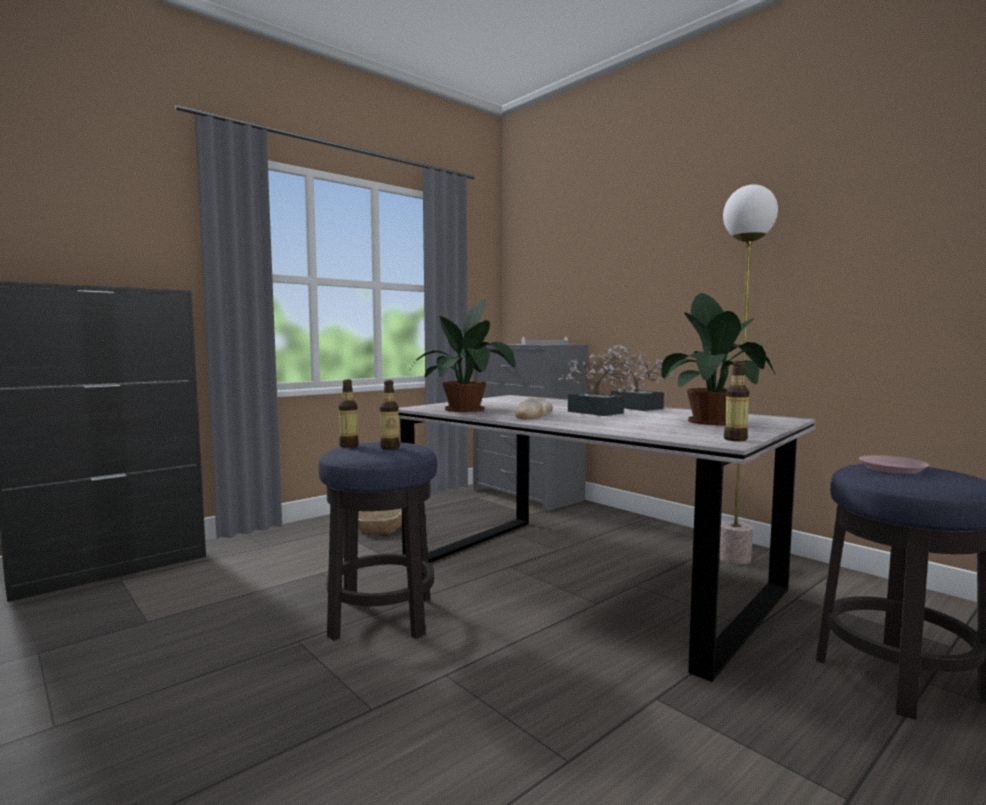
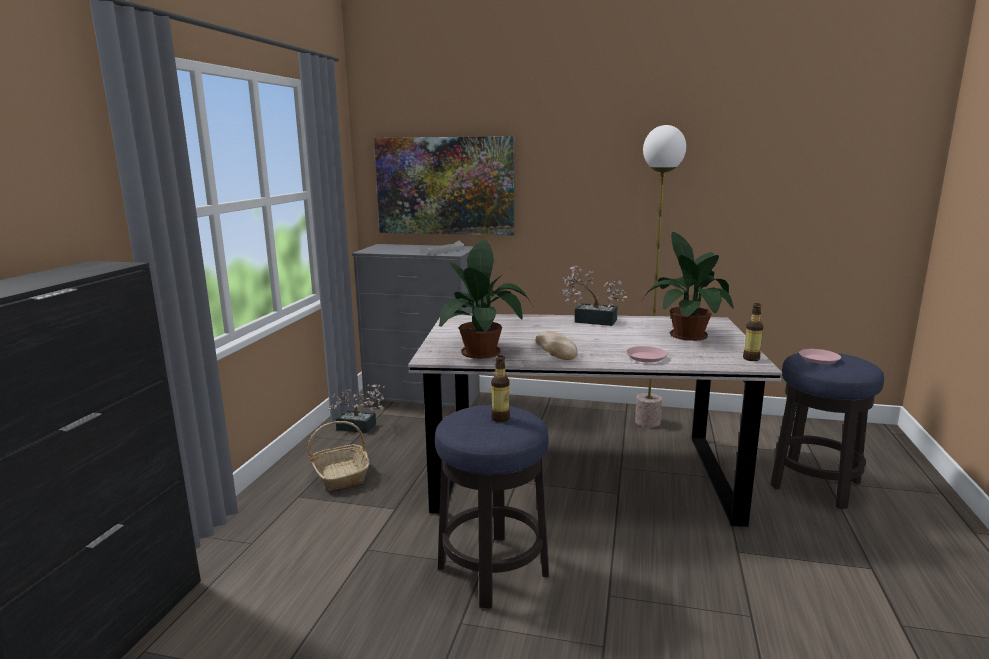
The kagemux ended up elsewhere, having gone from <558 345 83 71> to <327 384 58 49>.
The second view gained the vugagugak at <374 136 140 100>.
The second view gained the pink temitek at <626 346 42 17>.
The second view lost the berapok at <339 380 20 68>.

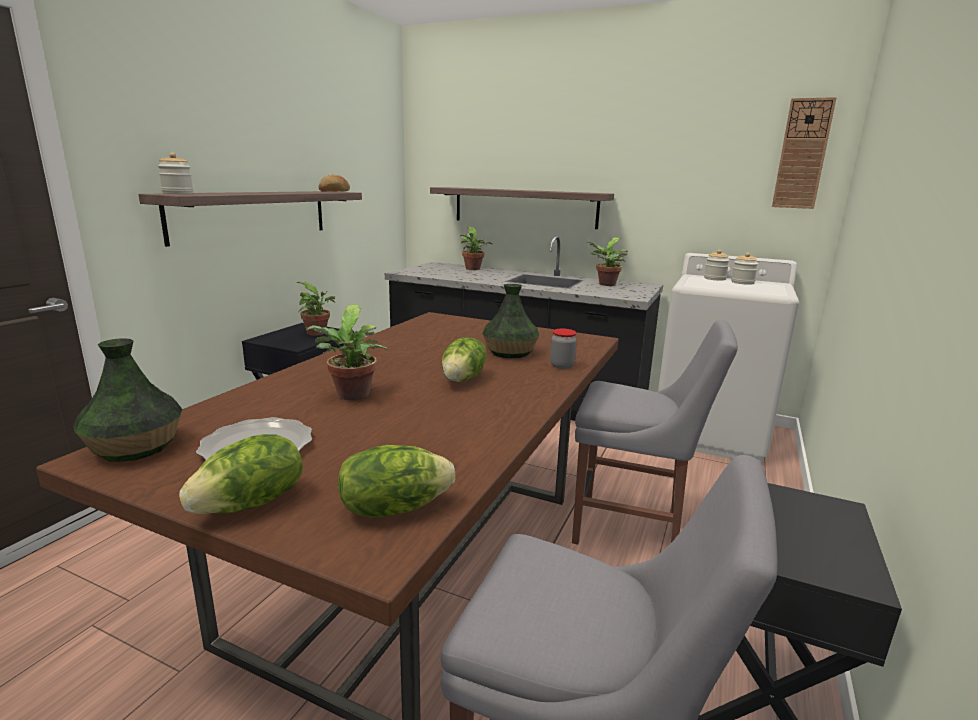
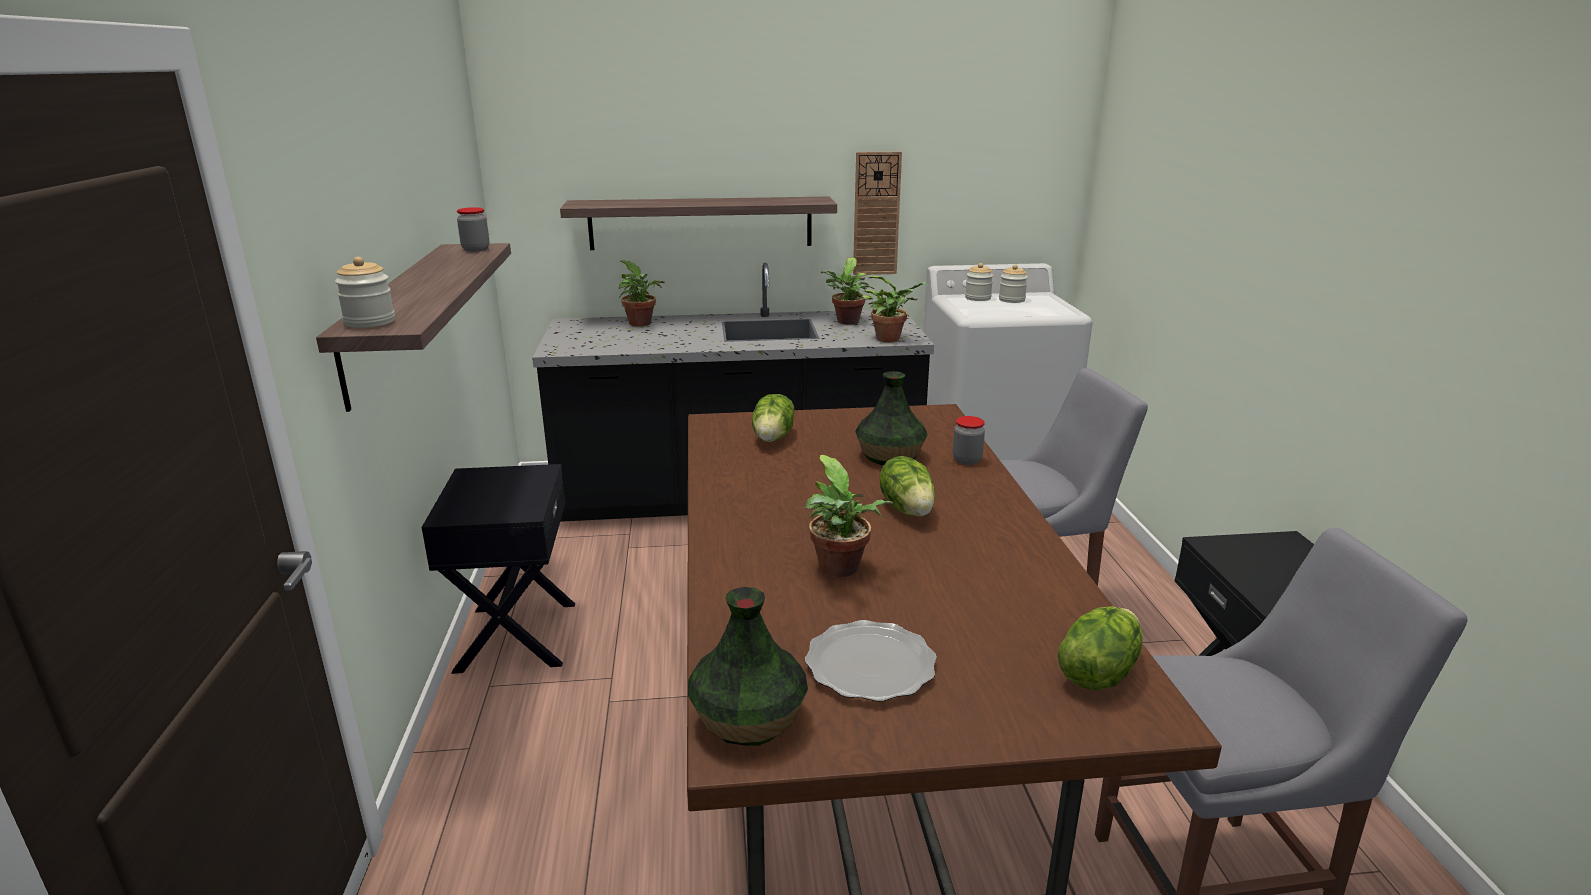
Where the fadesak stood at <318 175 32 17>, the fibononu came to stand at <457 207 32 45>.
The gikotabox ended up elsewhere, having gone from <179 434 124 80> to <752 394 43 48>.
The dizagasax ended up elsewhere, having gone from <772 97 65 112> to <853 151 49 124>.
The kagemux ended up elsewhere, having gone from <297 282 38 54> to <862 275 65 67>.

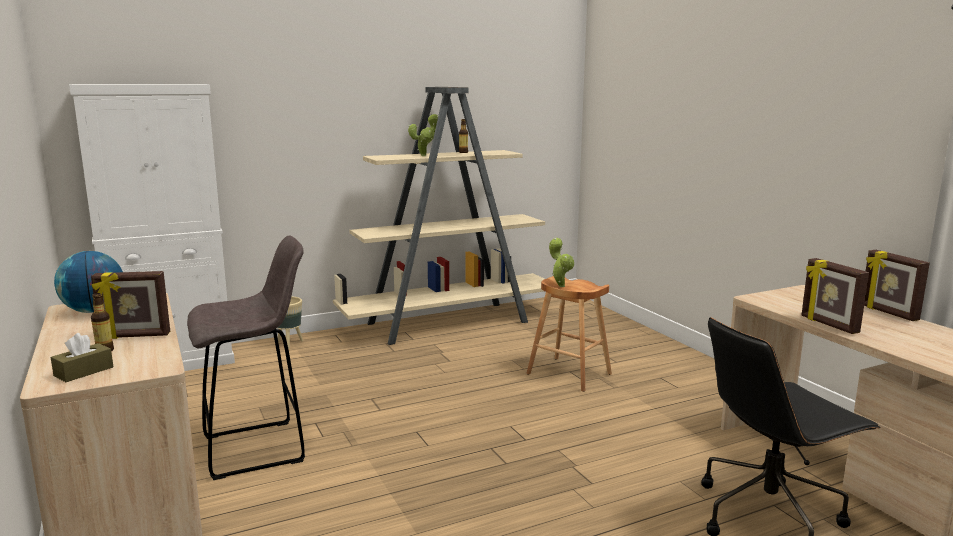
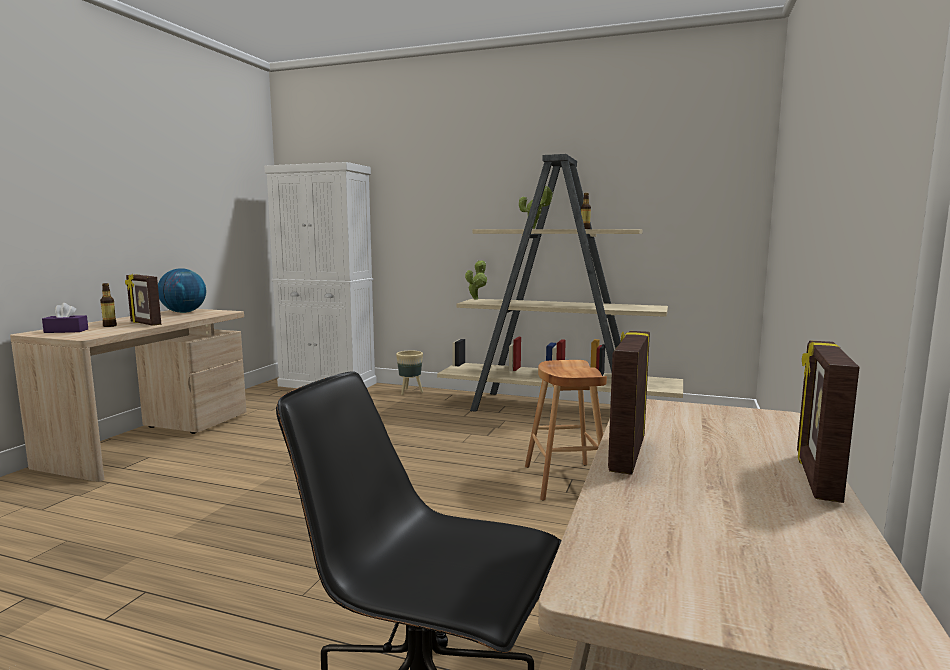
What was the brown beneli at <50 333 63 49> turned into the purple beneli at <42 303 46 30>.
The kagemux ended up elsewhere, having gone from <549 238 26 49> to <465 260 22 40>.
The second view lost the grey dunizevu at <187 236 118 244>.

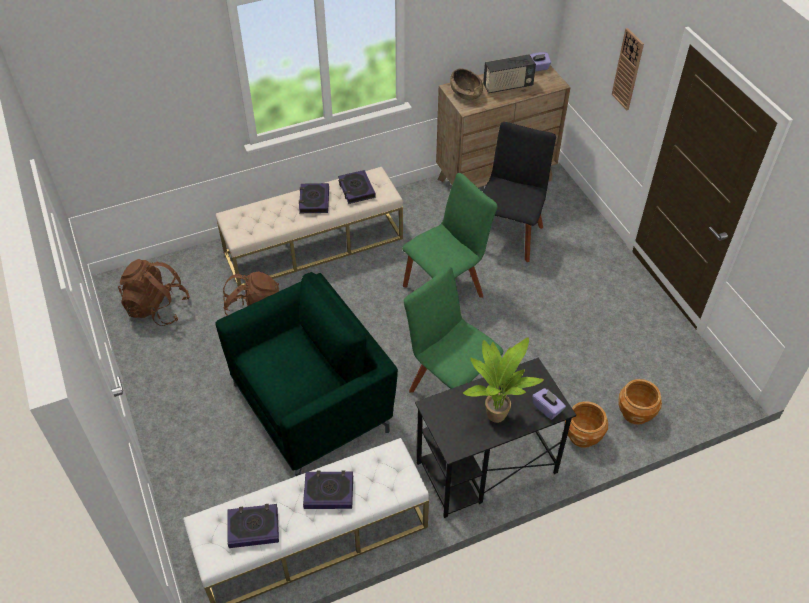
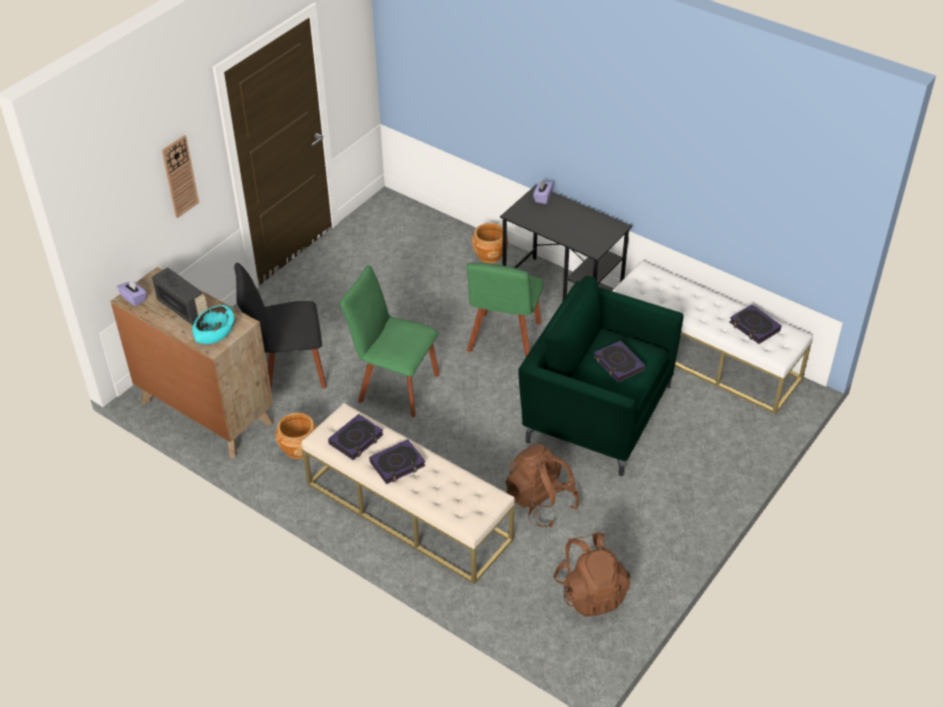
What was the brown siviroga at <450 68 33 32> turned into the turquoise siviroga at <192 305 43 39>.
The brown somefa ended up elsewhere, having gone from <619 379 43 46> to <275 413 42 46>.
The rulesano ended up elsewhere, having gone from <303 470 50 39> to <594 340 51 42>.
The second view lost the kagemux at <463 337 81 86>.

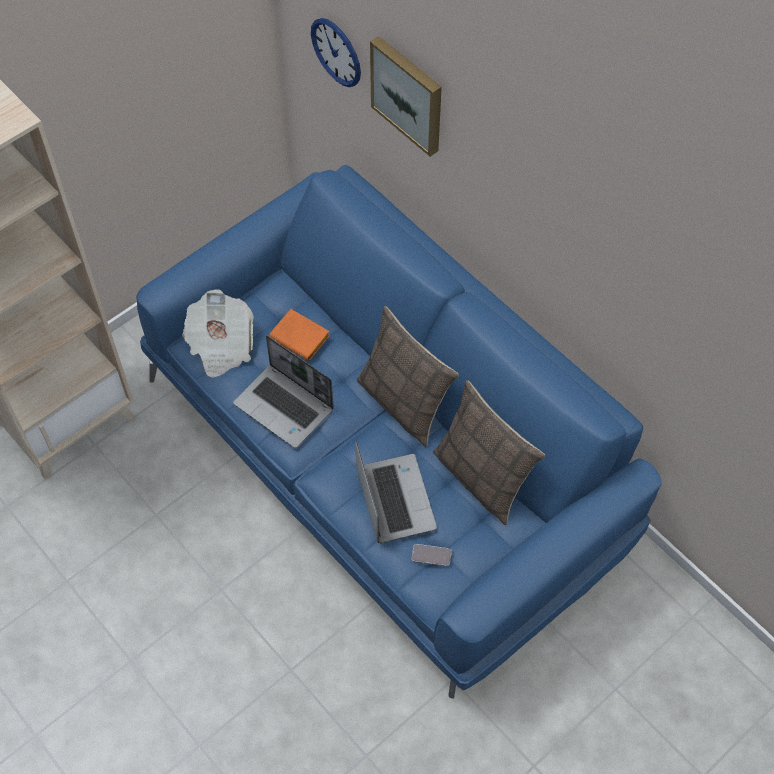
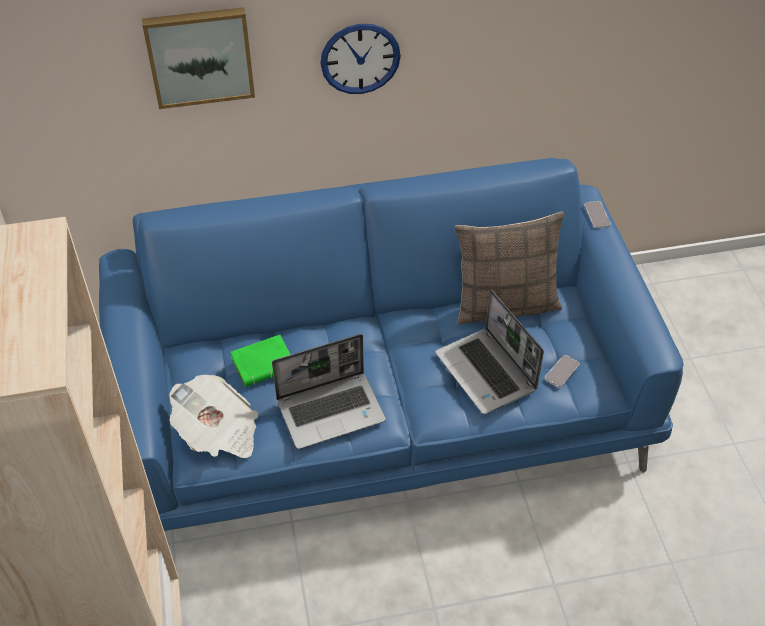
What was the orange rulesano at <269 309 61 52> turned into the green rulesano at <230 335 61 52>.
The dizagasax ended up elsewhere, having gone from <311 18 50 69> to <320 24 81 70>.
The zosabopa at <355 440 82 104> ended up facing another way, 135 degrees counterclockwise from before.
The second view gained the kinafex at <584 201 27 27>.
The second view lost the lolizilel at <357 306 102 141>.

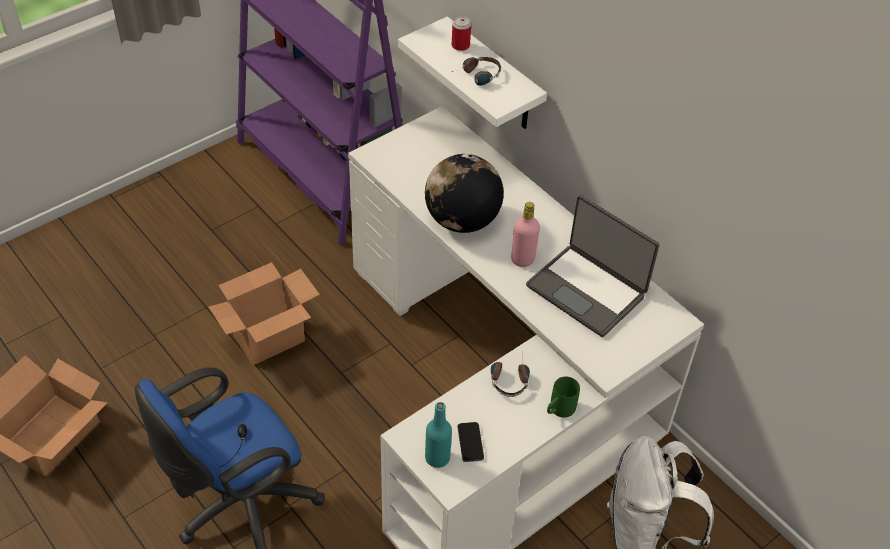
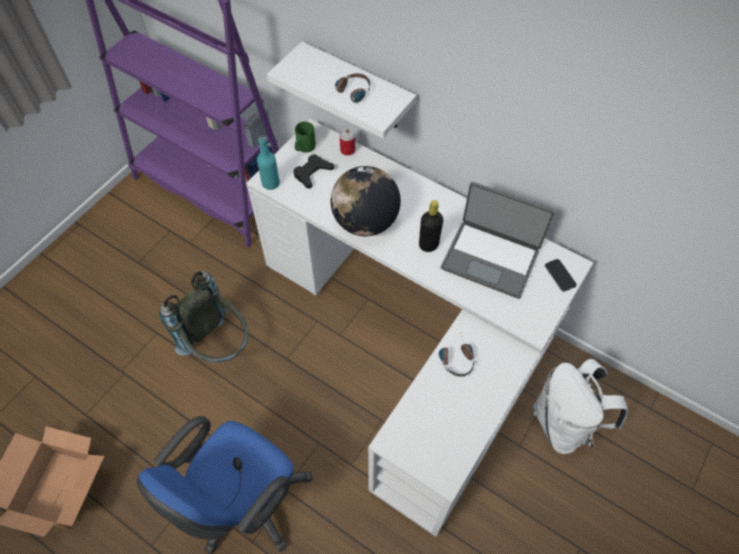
Where the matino stood at <209 262 111 103>, the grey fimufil came to stand at <159 271 89 91>.
The turquoise berapok ended up elsewhere, having gone from <425 402 27 66> to <257 136 23 54>.
The second view gained the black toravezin at <293 154 41 35>.
The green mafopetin ended up elsewhere, having gone from <547 376 33 42> to <295 121 21 32>.
The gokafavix ended up elsewhere, having gone from <452 16 19 35> to <340 128 15 28>.
What was the pink berapok at <511 202 29 65> turned into the black berapok at <419 200 24 52>.
The kinafex ended up elsewhere, having gone from <457 422 27 40> to <545 259 32 33>.

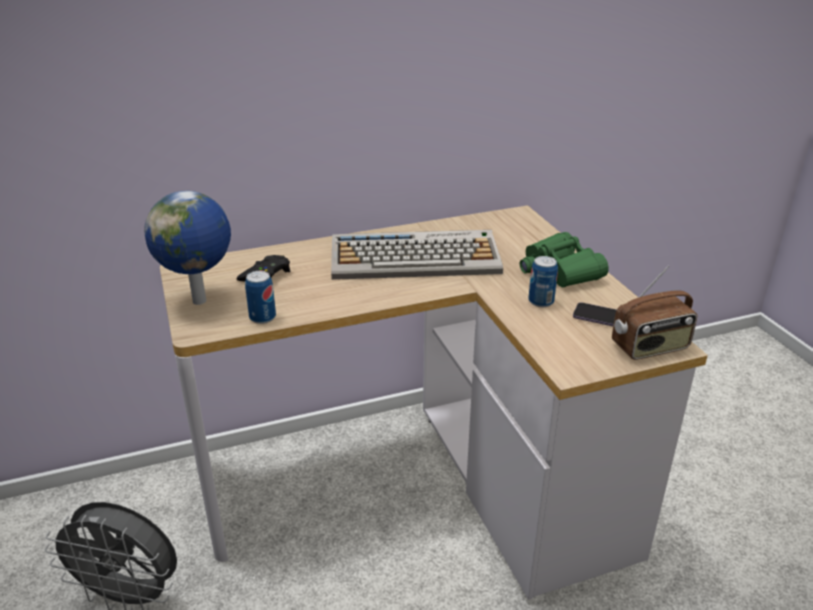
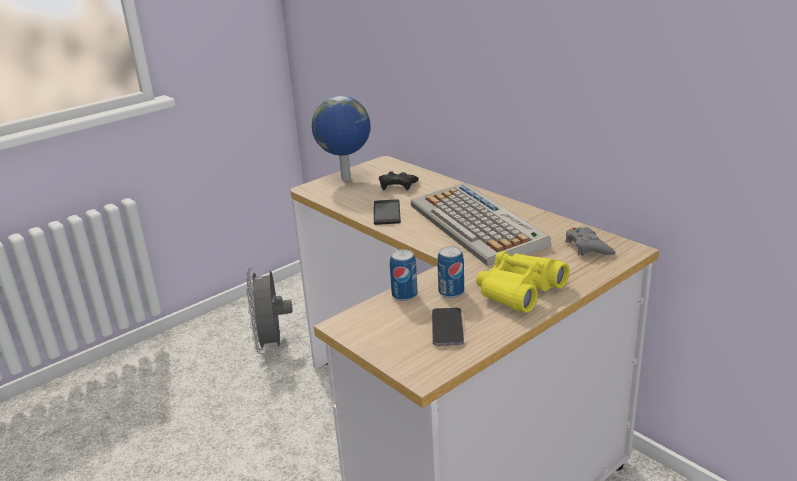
The second view gained the kinafex at <374 199 27 26>.
The gokafavix ended up elsewhere, having gone from <245 271 31 53> to <390 249 28 52>.
What was the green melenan at <520 232 89 56> turned into the yellow melenan at <476 251 94 62>.
The second view gained the grey toravezin at <565 227 51 29>.
The second view lost the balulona at <612 266 85 94>.

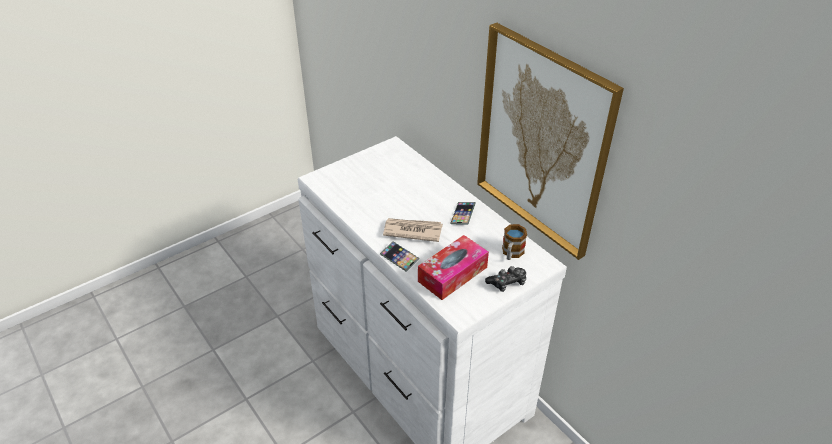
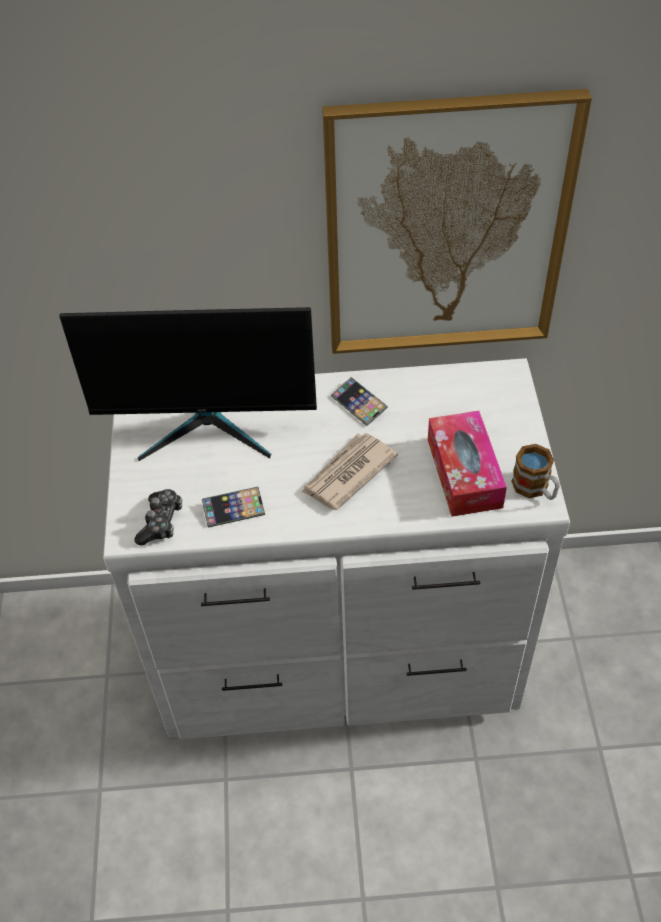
The second view gained the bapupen at <59 307 258 154>.
The toravezin ended up elsewhere, having gone from <485 266 41 26> to <134 489 48 57>.
The kinafex ended up elsewhere, having gone from <380 241 39 31> to <202 487 63 41>.
The mafopetin ended up elsewhere, having gone from <502 224 25 36> to <511 444 49 56>.

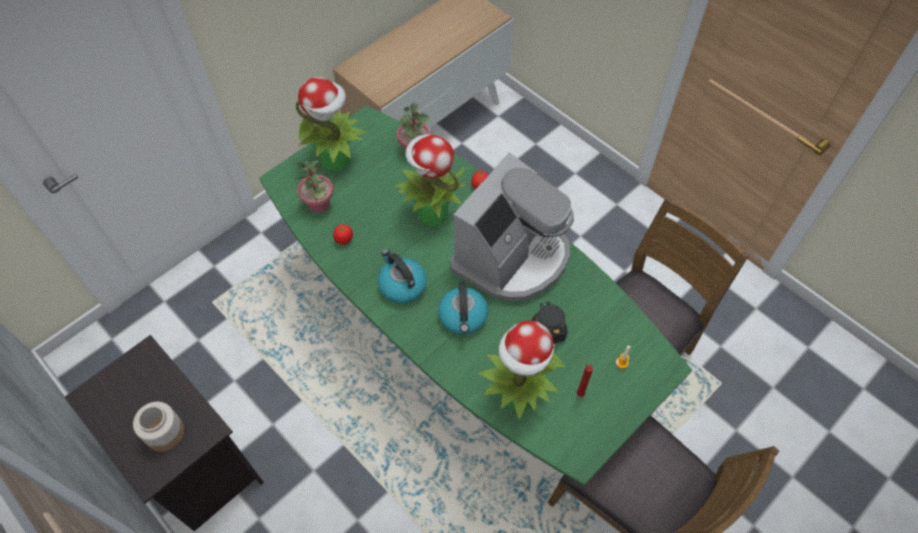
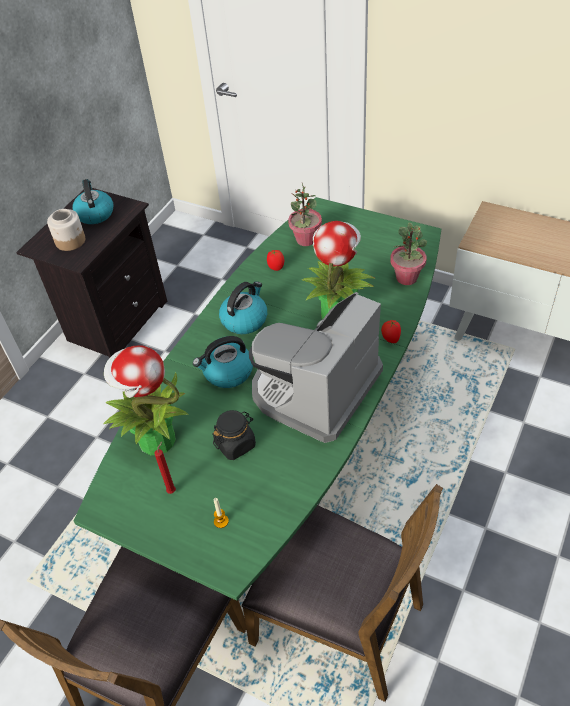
The second view gained the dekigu at <72 179 41 45>.
The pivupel at <450 153 124 148> ended up facing another way, 105 degrees clockwise from before.
The second view lost the kagemux at <296 77 70 94>.

